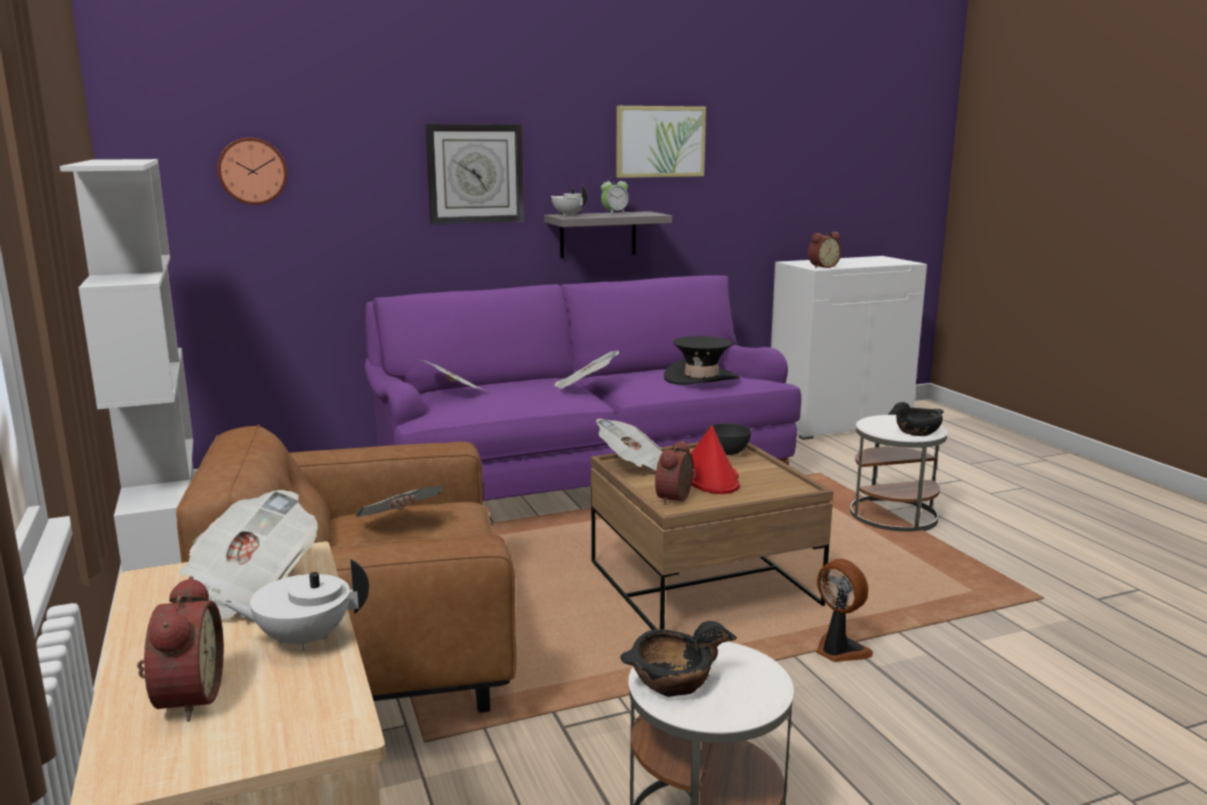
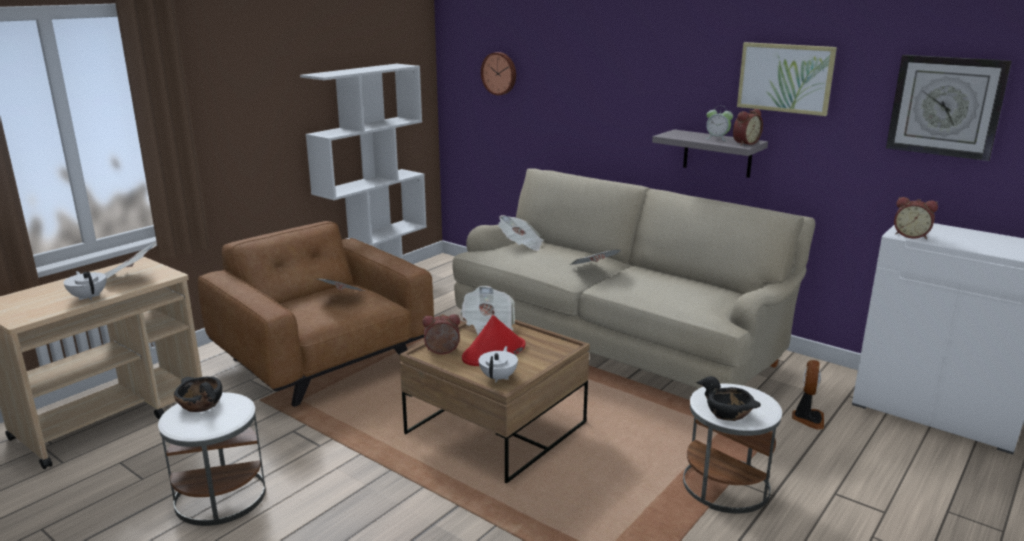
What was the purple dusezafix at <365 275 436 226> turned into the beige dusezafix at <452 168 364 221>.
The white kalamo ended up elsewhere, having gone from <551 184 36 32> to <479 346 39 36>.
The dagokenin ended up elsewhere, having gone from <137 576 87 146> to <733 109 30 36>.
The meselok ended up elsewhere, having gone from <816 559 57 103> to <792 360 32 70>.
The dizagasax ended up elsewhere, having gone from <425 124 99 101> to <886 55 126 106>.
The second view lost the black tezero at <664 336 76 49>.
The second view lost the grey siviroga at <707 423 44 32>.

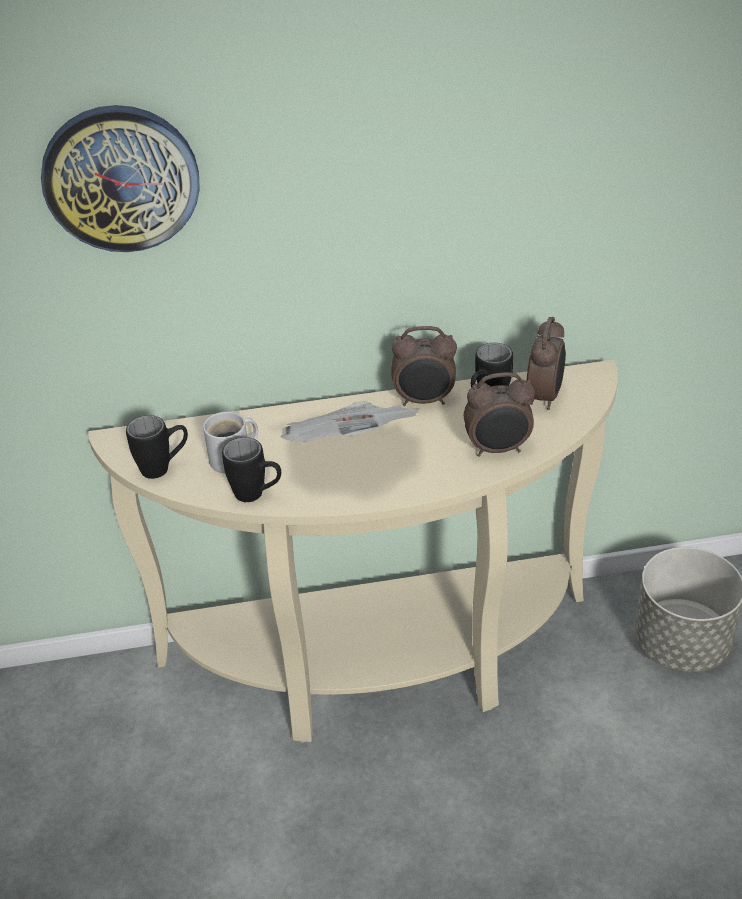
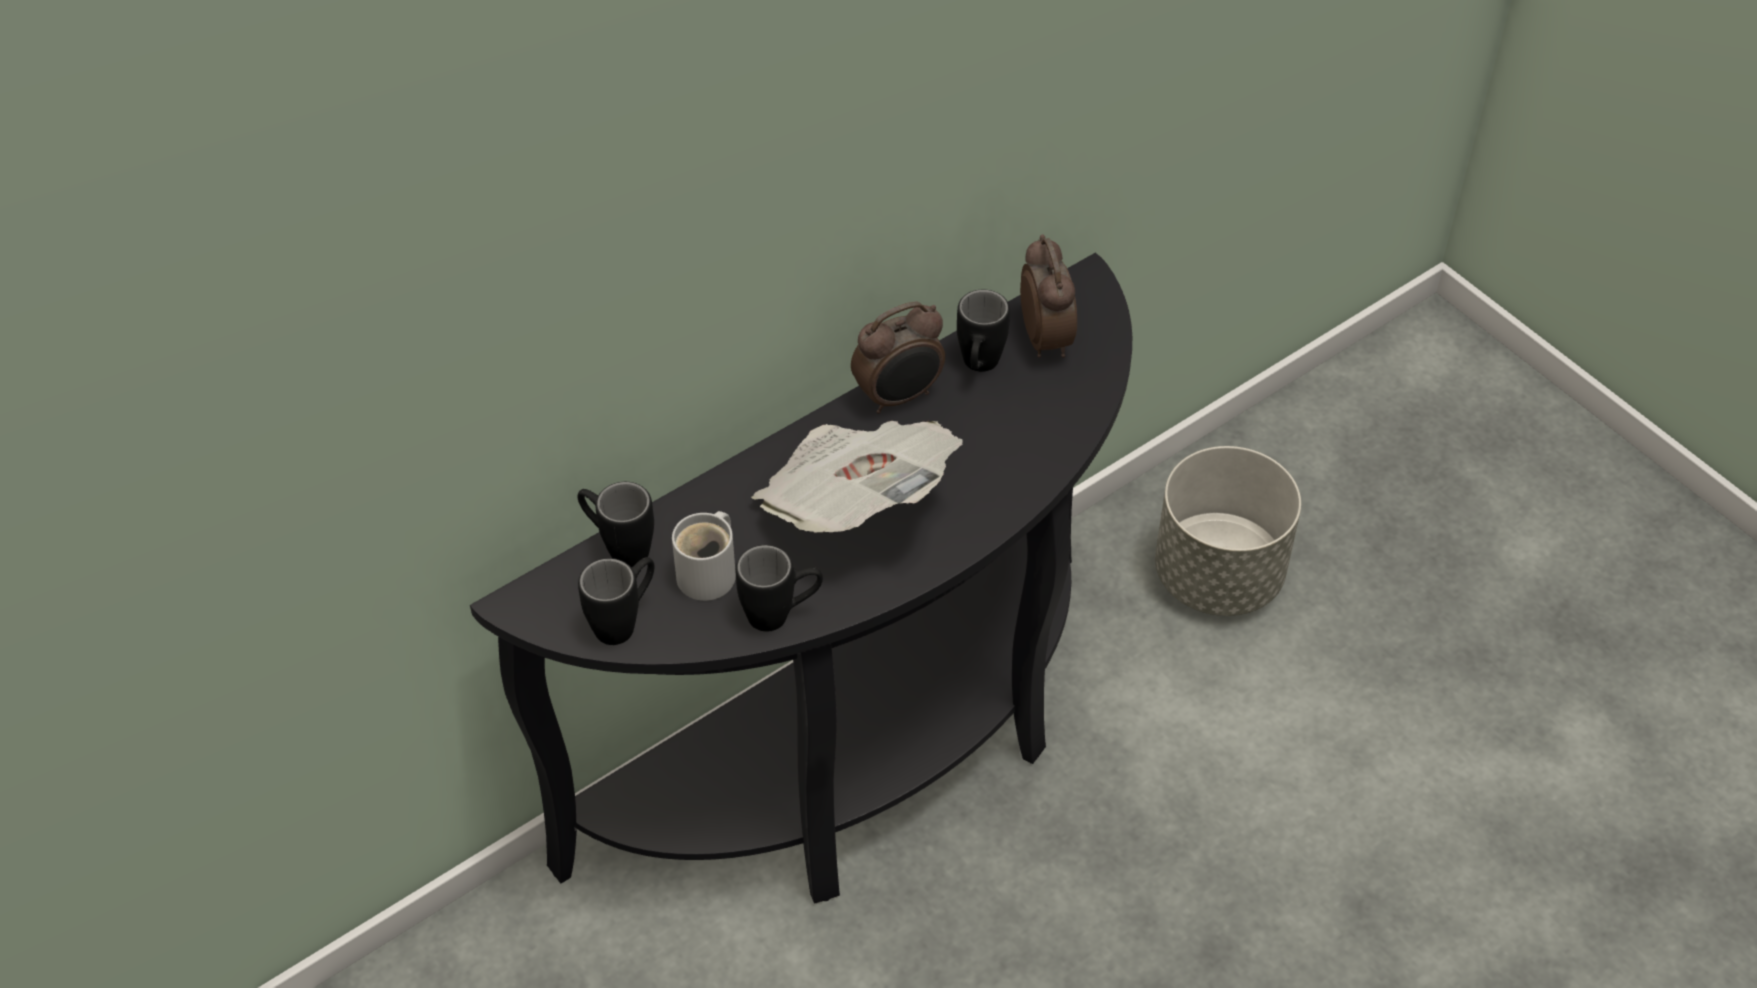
What was the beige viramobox at <88 360 530 383> turned into the black viramobox at <470 253 662 650>.
The second view gained the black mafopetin at <577 482 77 85>.
The second view lost the dizagasax at <41 105 159 147>.
The second view lost the dagokenin at <464 372 71 85>.

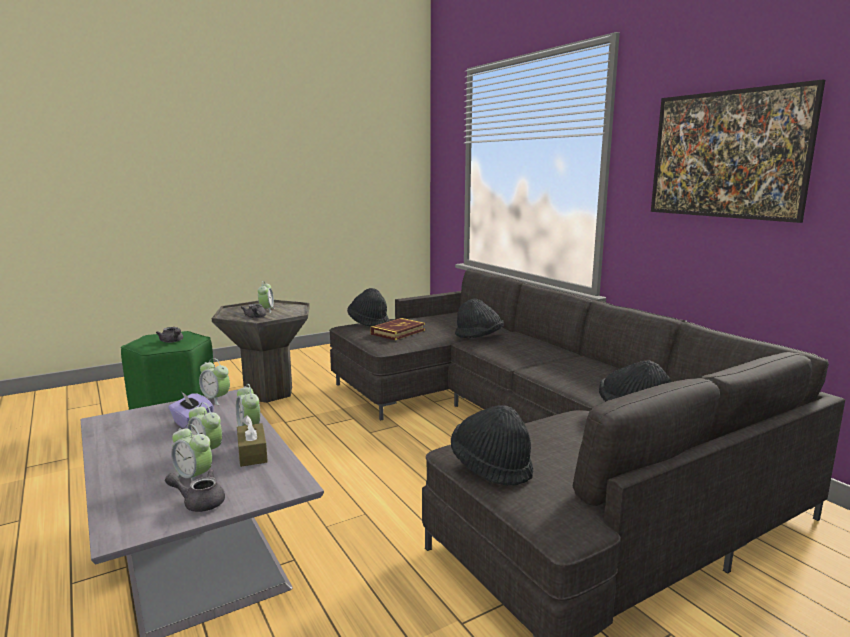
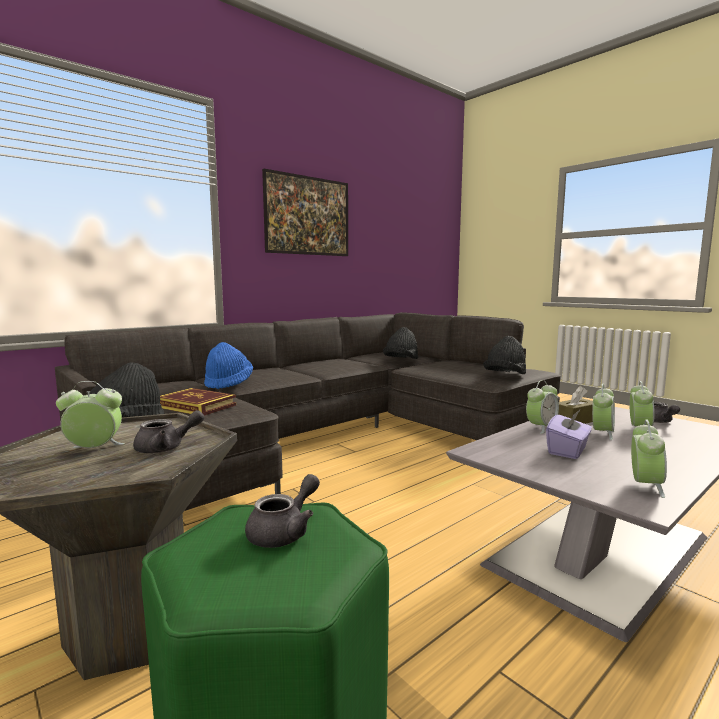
What was the black tezero at <455 299 49 39> turned into the blue tezero at <204 342 49 47>.
The dagokenin ended up elsewhere, having gone from <199 358 31 47> to <631 419 36 79>.

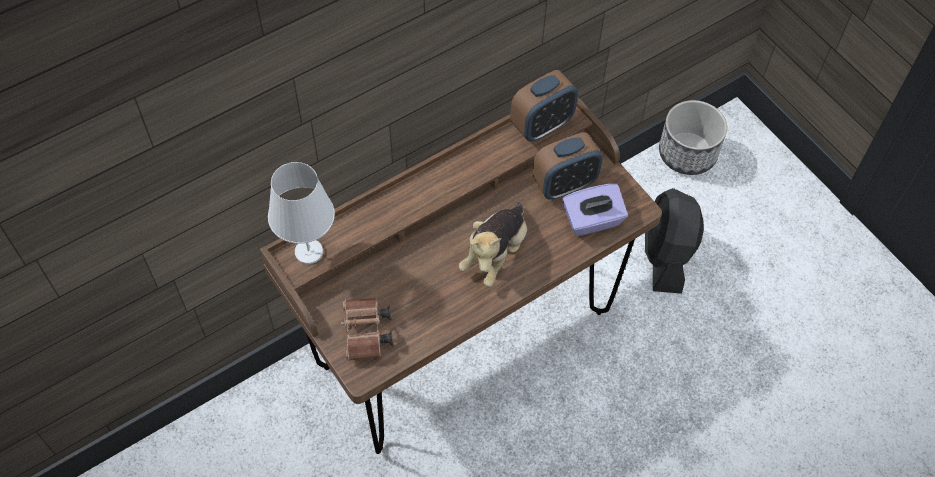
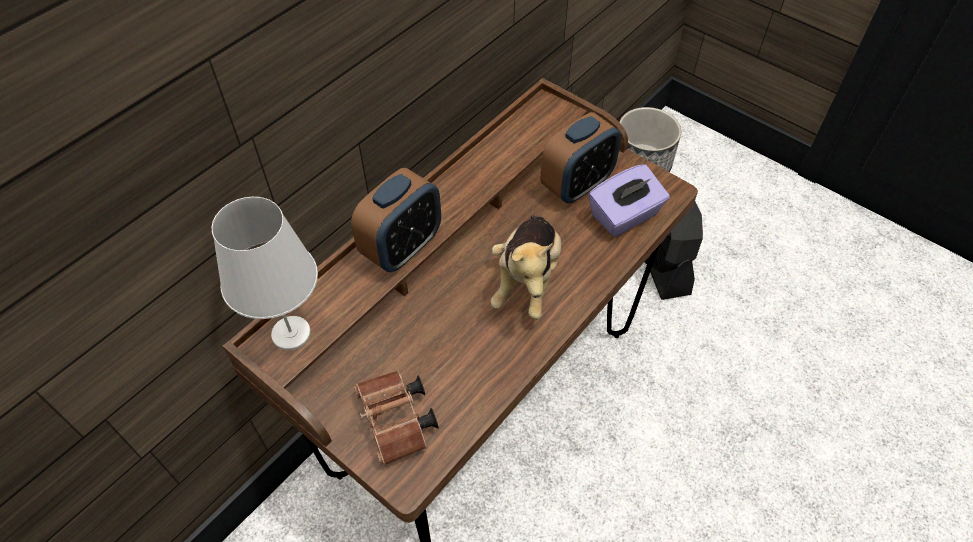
The dagokenin ended up elsewhere, having gone from <510 70 68 72> to <351 168 90 104>.

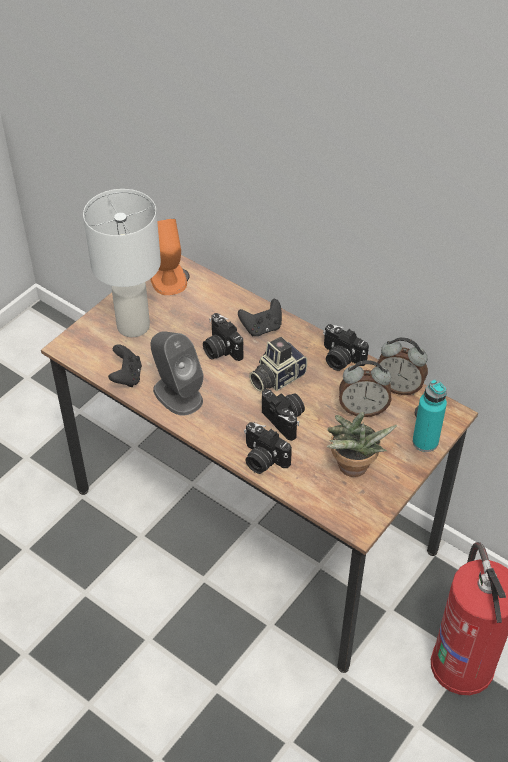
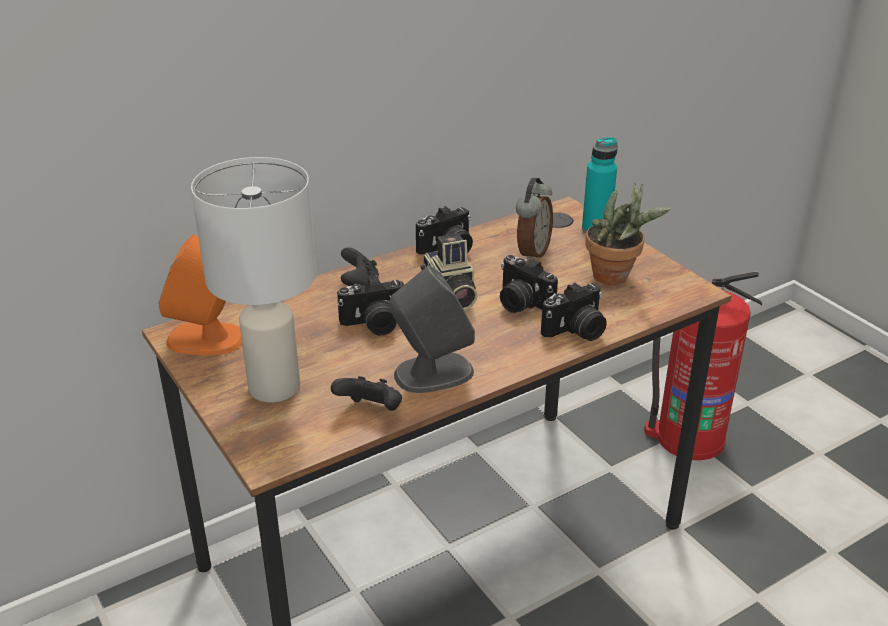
The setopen at <262 389 43 52> ended up facing another way, 120 degrees counterclockwise from before.
The second view lost the dagokenin at <375 337 53 58>.

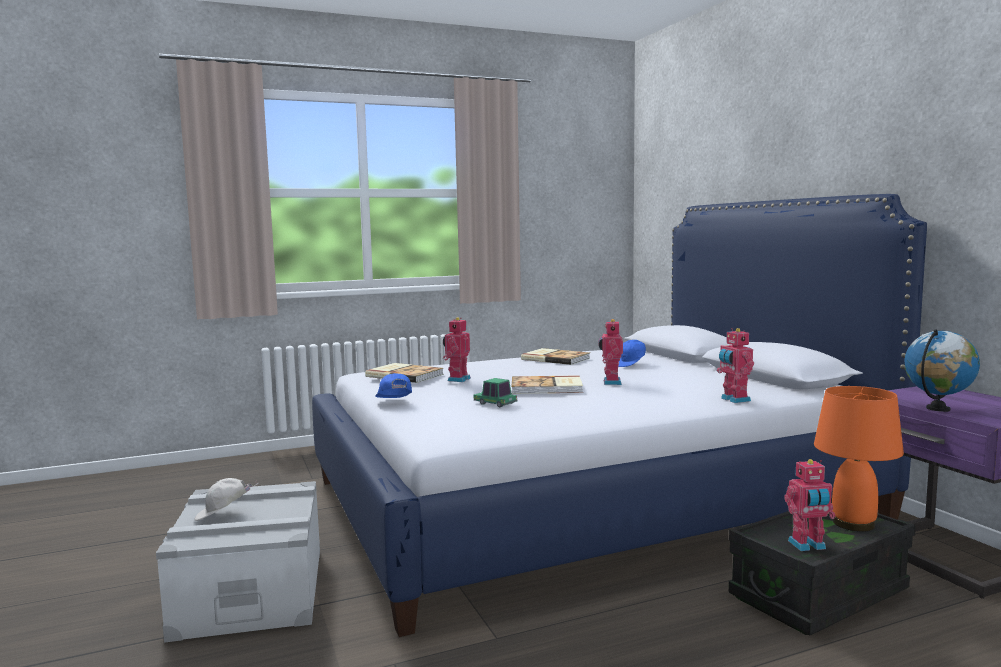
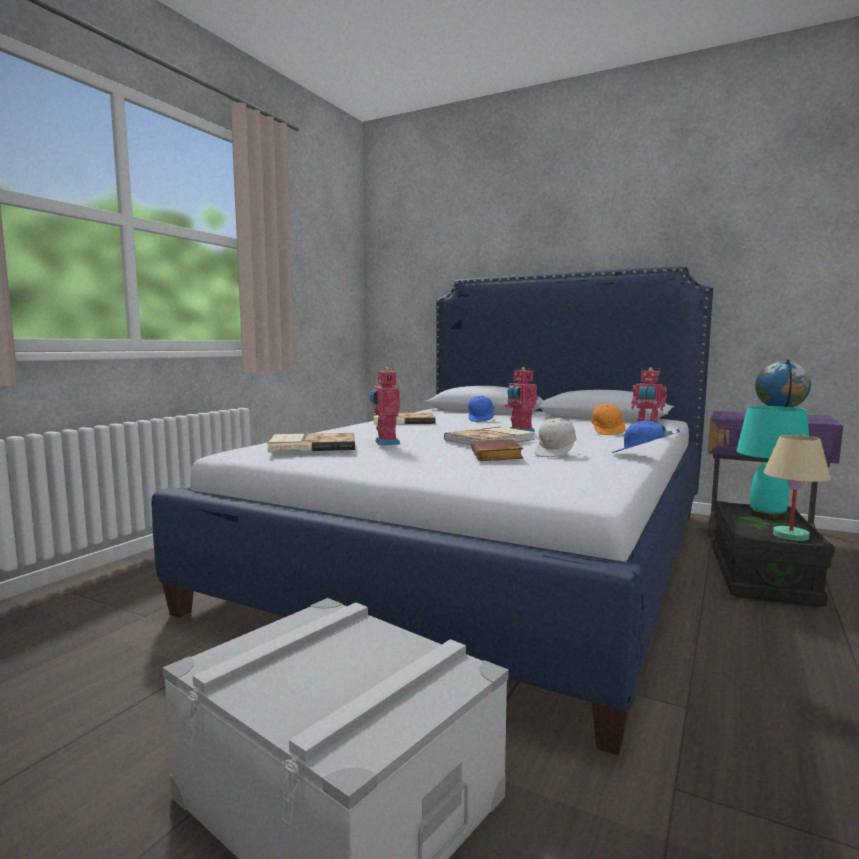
Where the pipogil stood at <474 378 44 30>, the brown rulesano came to stand at <471 439 52 22>.
The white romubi ended up elsewhere, having gone from <194 478 65 43> to <535 418 42 39>.
The second view gained the orange romubi at <591 404 35 31>.
The blue romubi ended up elsewhere, having gone from <375 373 37 25> to <612 421 68 32>.
What was the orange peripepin at <814 386 90 146> turned into the turquoise peripepin at <736 406 73 114>.
Where the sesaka stood at <784 459 51 92>, the beige peripepin came to stand at <764 435 67 106>.

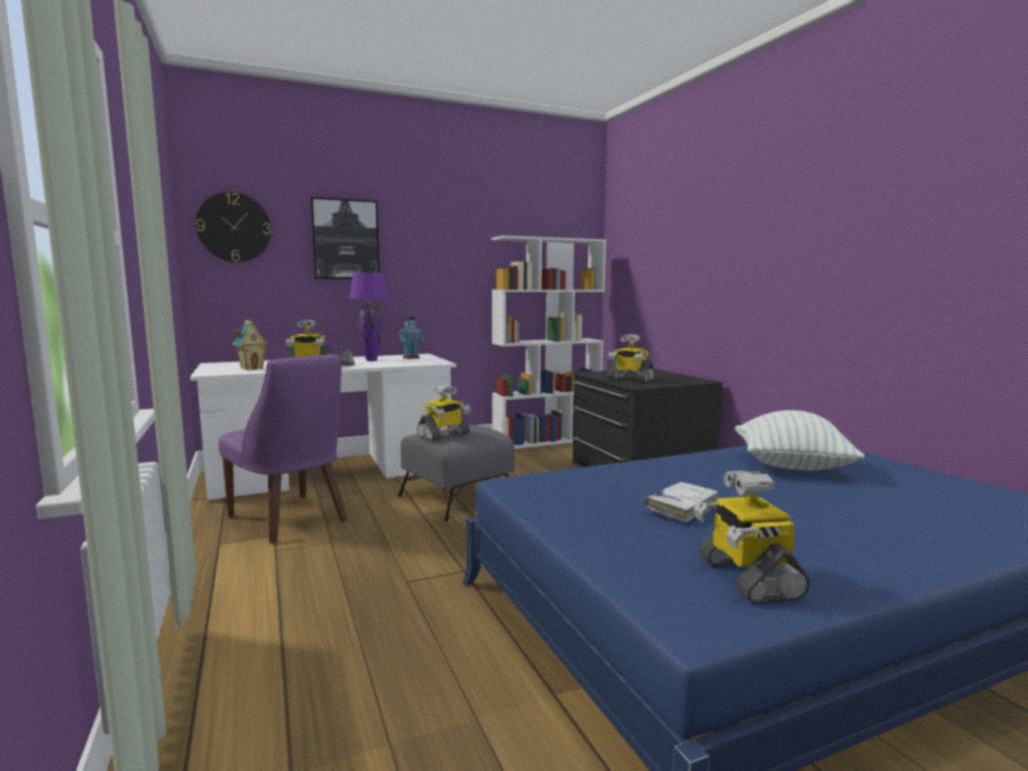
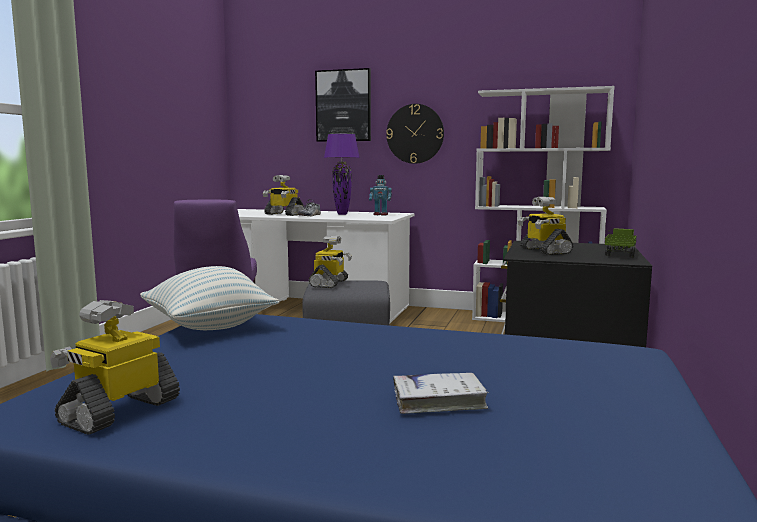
The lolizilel ended up elsewhere, having gone from <735 410 130 60> to <140 266 139 64>.
The sesaka at <417 385 54 56> ended up facing another way, 75 degrees counterclockwise from before.
The dizagasax ended up elsewhere, having gone from <196 192 75 70> to <386 104 58 60>.
The white rulesano ended up elsewhere, having gone from <645 482 73 40> to <393 373 96 41>.
The second view gained the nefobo at <605 228 32 29>.
The second view lost the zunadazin at <233 320 35 50>.

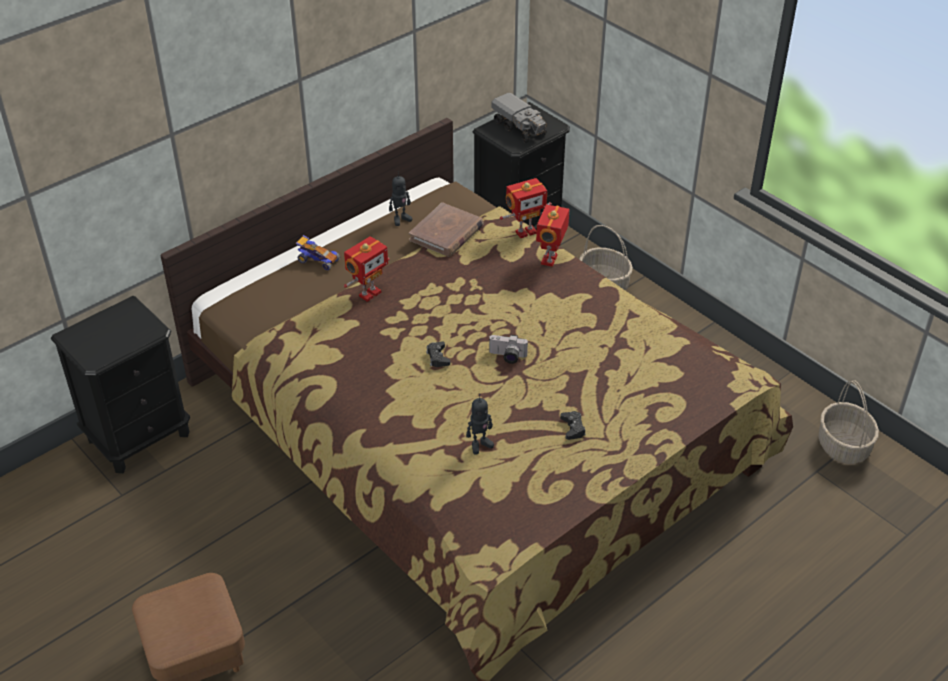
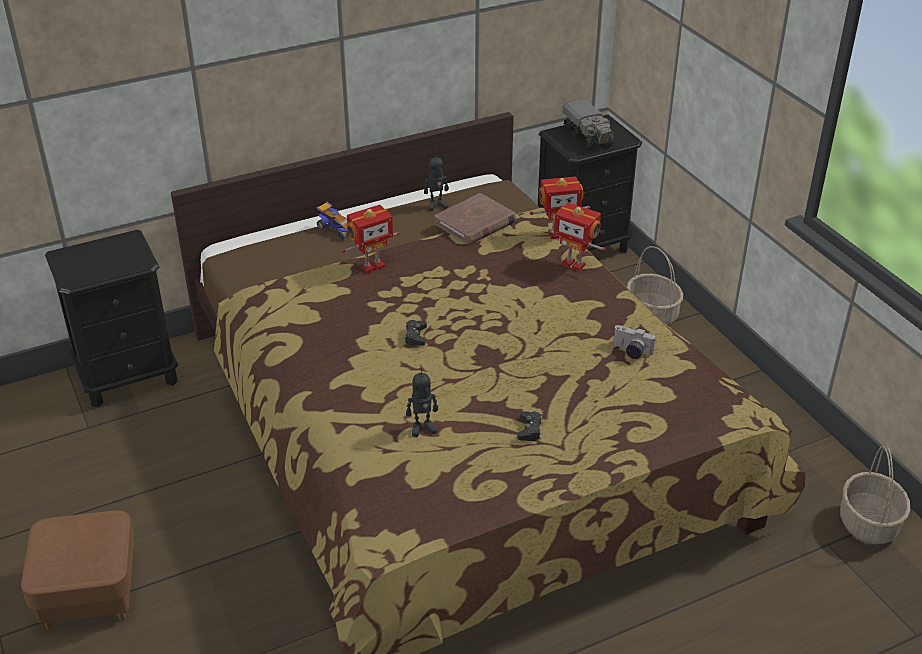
The sesaka at <536 204 33 63> ended up facing another way, 90 degrees counterclockwise from before.
The setopen ended up elsewhere, having gone from <489 335 39 29> to <613 325 43 34>.

